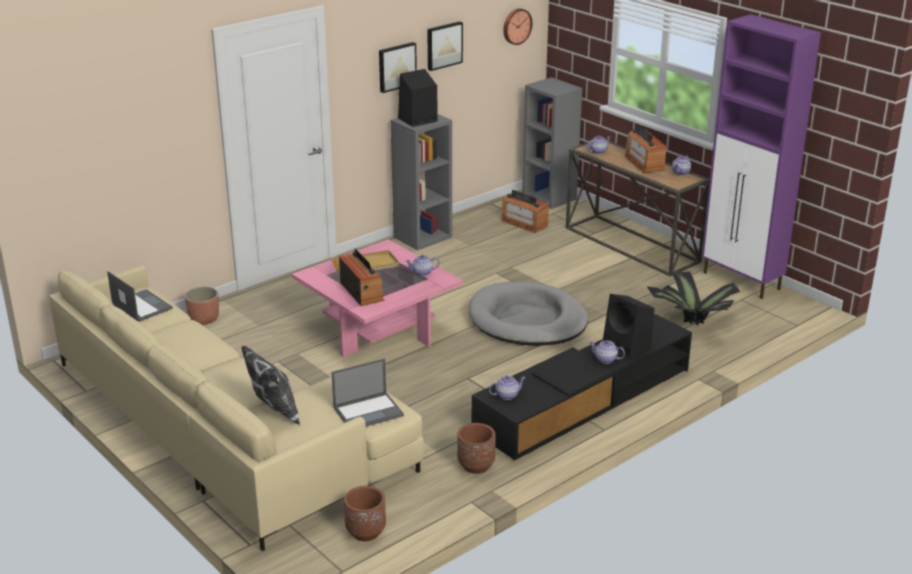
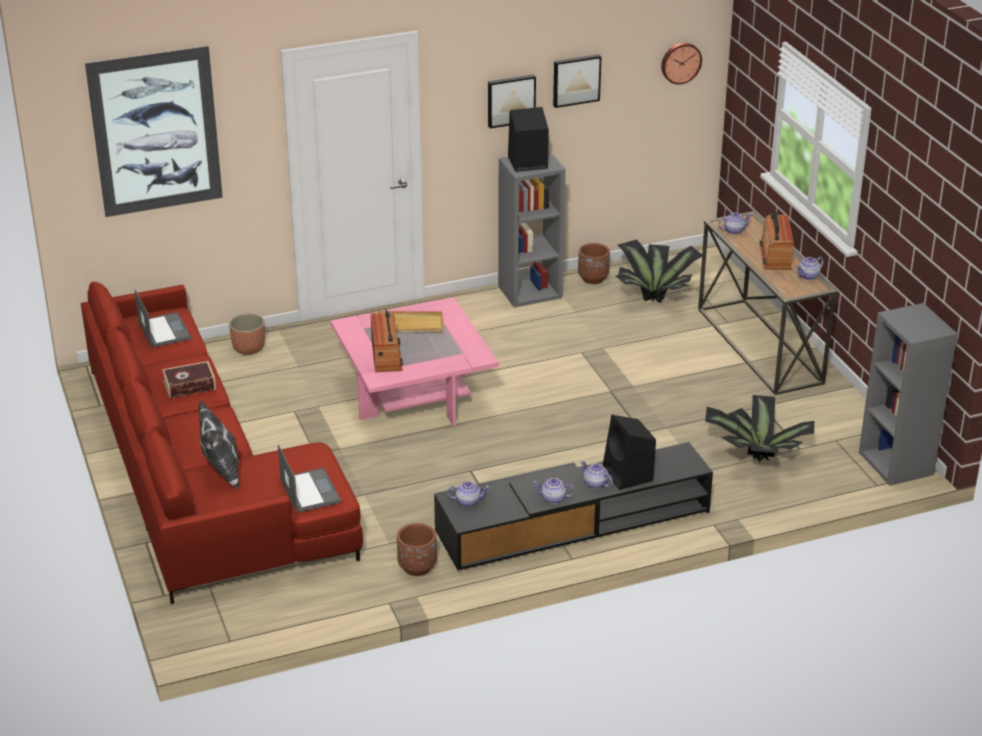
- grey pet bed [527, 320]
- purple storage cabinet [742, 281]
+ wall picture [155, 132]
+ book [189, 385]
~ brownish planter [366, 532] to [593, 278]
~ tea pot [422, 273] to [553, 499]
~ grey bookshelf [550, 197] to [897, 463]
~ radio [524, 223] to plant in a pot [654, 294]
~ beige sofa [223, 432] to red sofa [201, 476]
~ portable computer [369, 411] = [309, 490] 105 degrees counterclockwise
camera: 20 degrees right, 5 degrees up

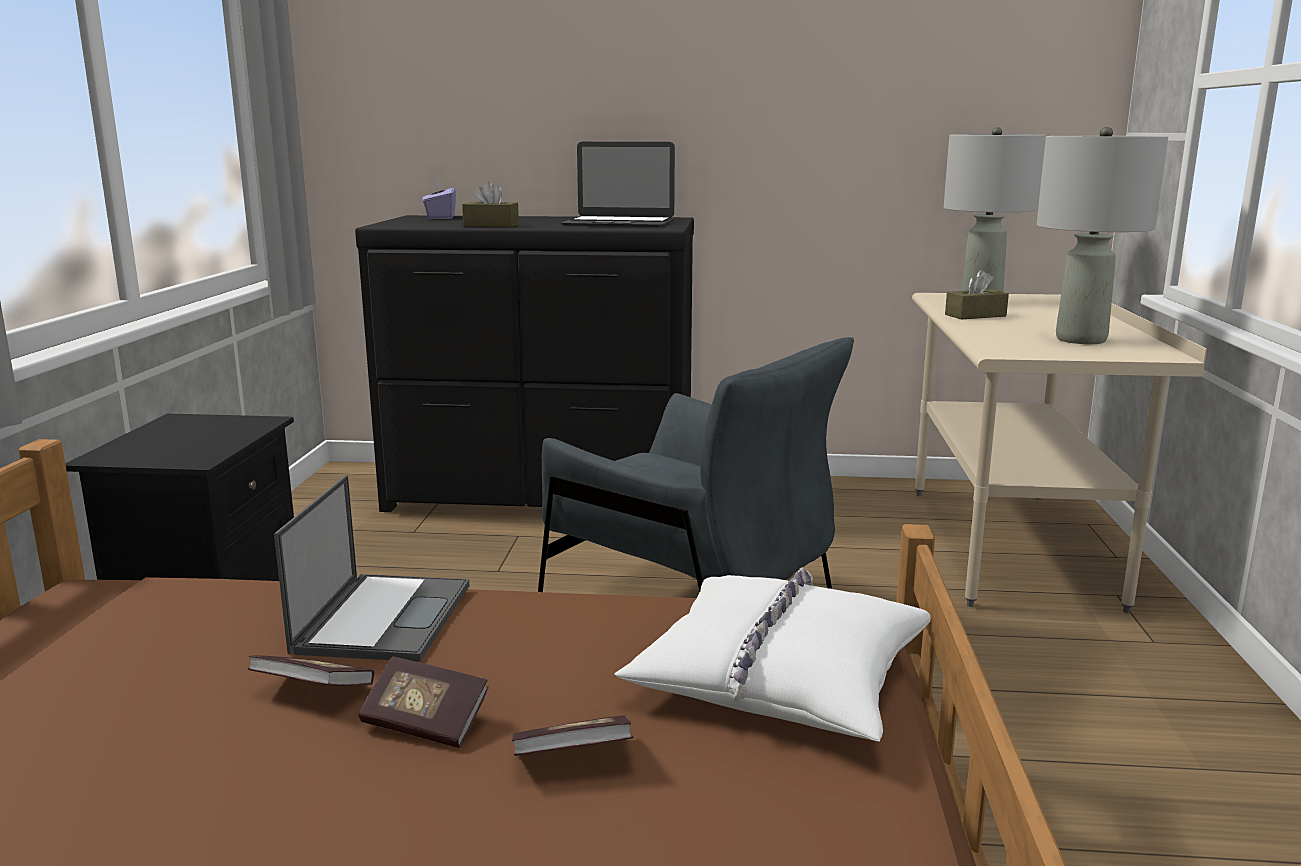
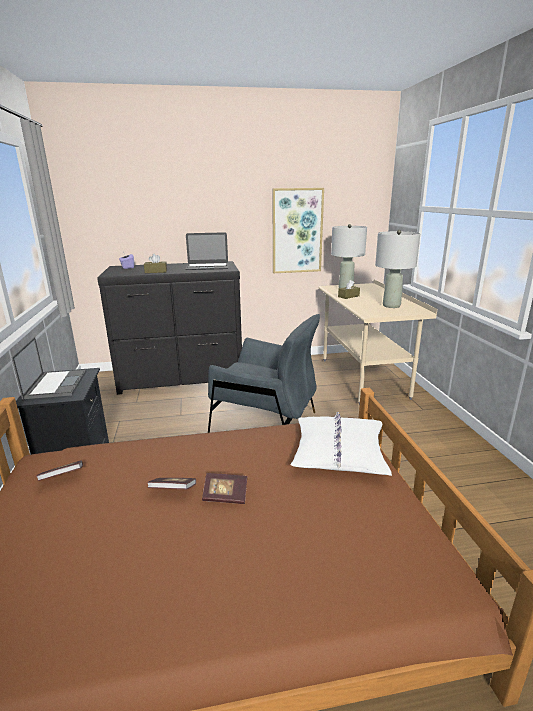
+ wall picture [297, 231]
~ portable computer [384, 617] to [56, 384]
~ book [572, 758] to [62, 477]
camera: 15 degrees left, 5 degrees up

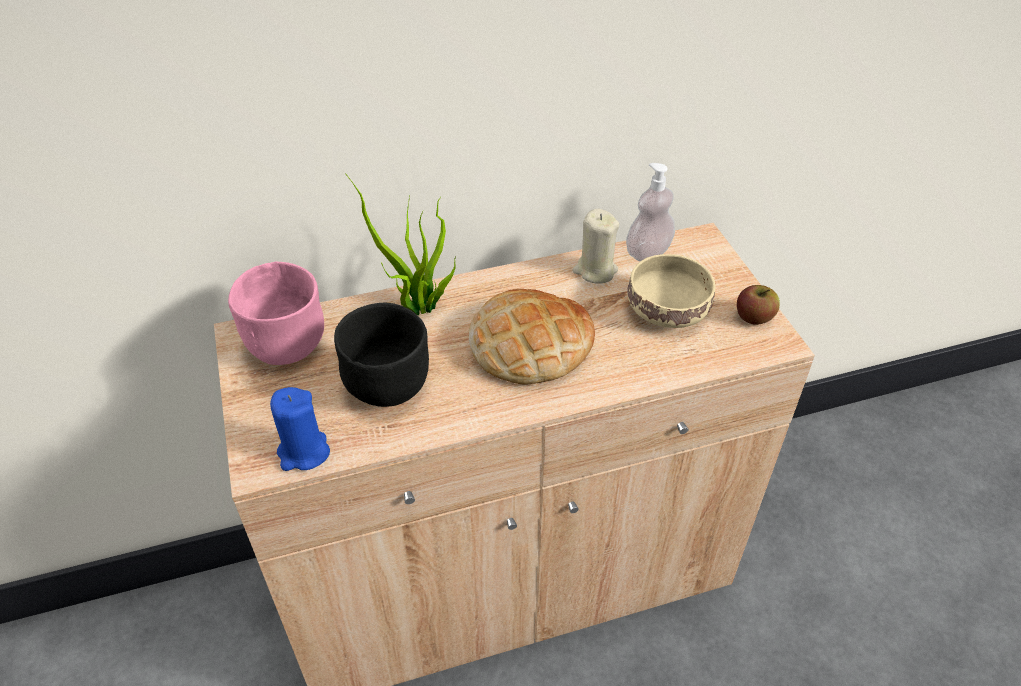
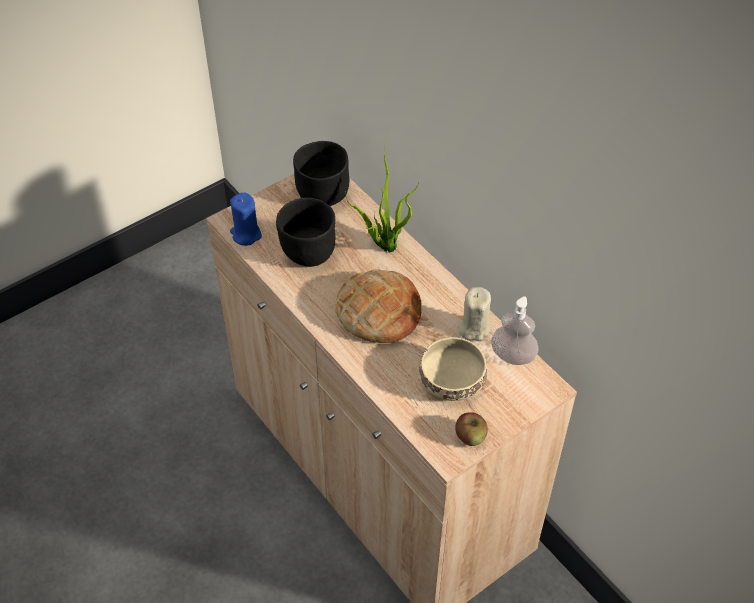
~ pink-coloured deep dish [285, 346] to black deep dish [322, 195]
camera: 70 degrees right, 5 degrees up

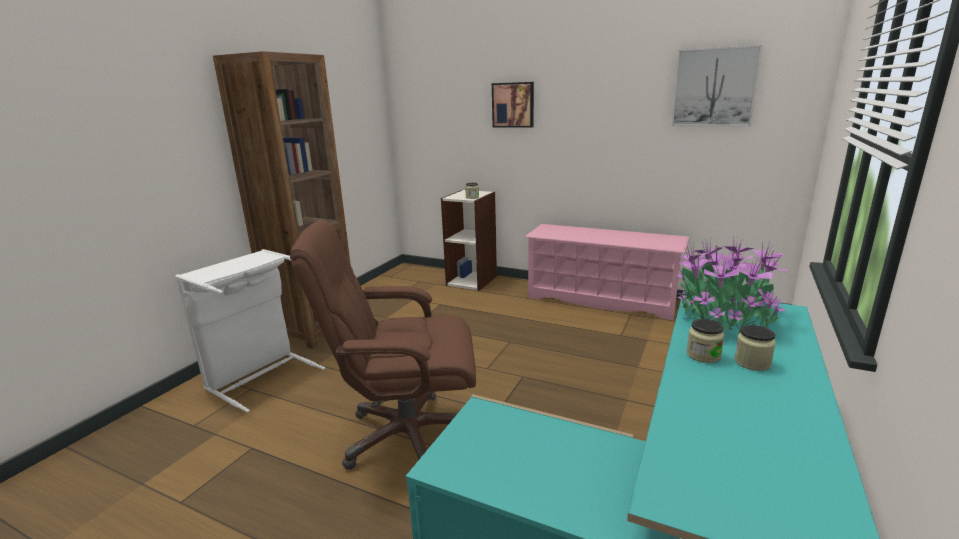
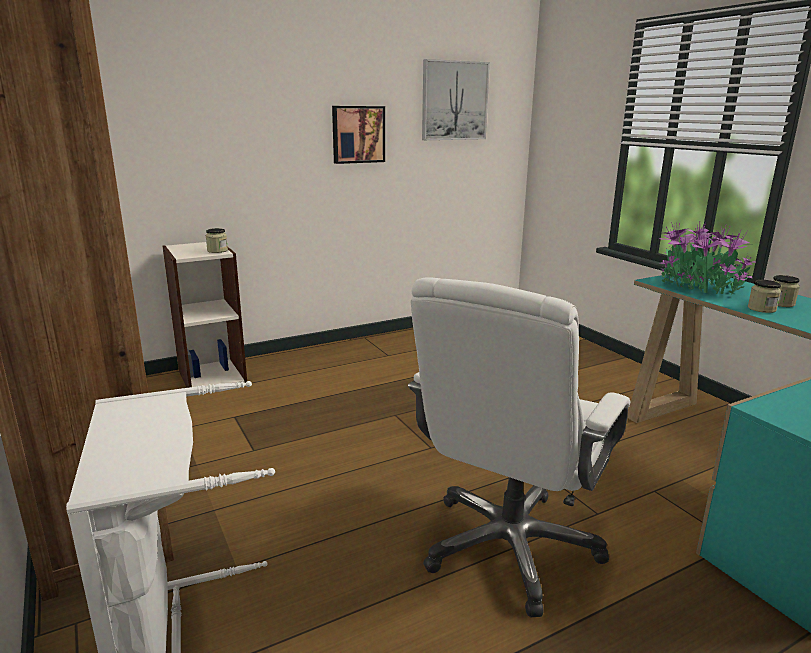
- pink-coloured shoe stand [601, 299]
~ wall picture [513, 105] to [358, 134]
~ brownish computer chair [407, 436] to white-coloured computer chair [509, 547]
camera: 55 degrees left, 0 degrees up

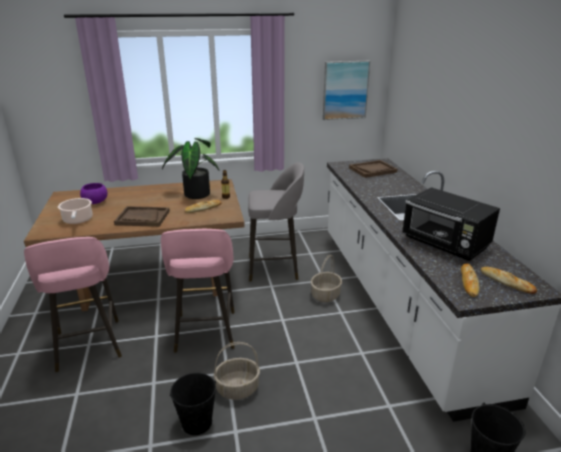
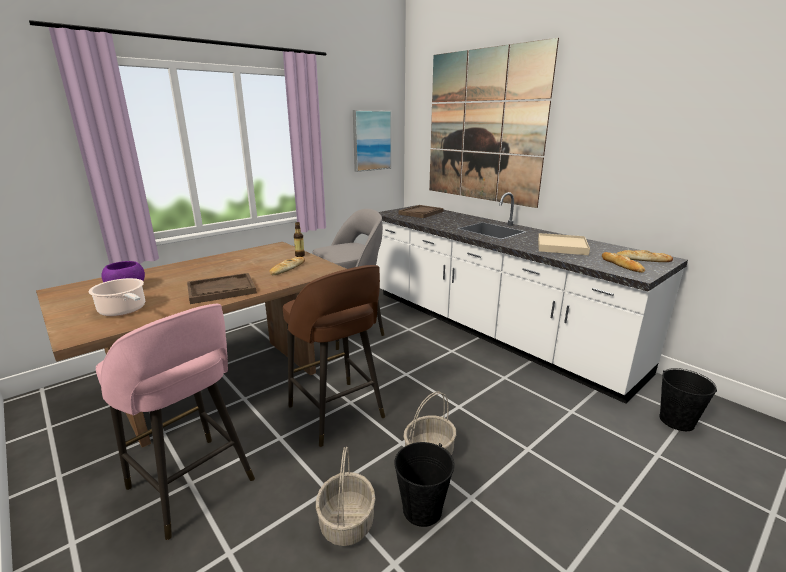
- plant in a pot [195, 193]
+ wall picture [483, 127]
~ household basket [325, 295] to [346, 522]
~ black microwave oven [445, 244] to beige tray [562, 247]
~ pink-coloured sitting stool [205, 333] to brownish sitting stool [337, 413]
camera: 30 degrees left, 5 degrees down

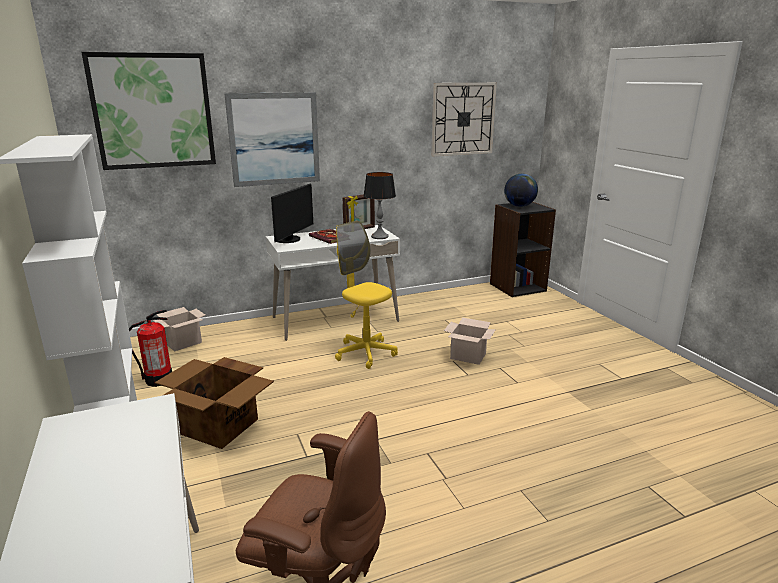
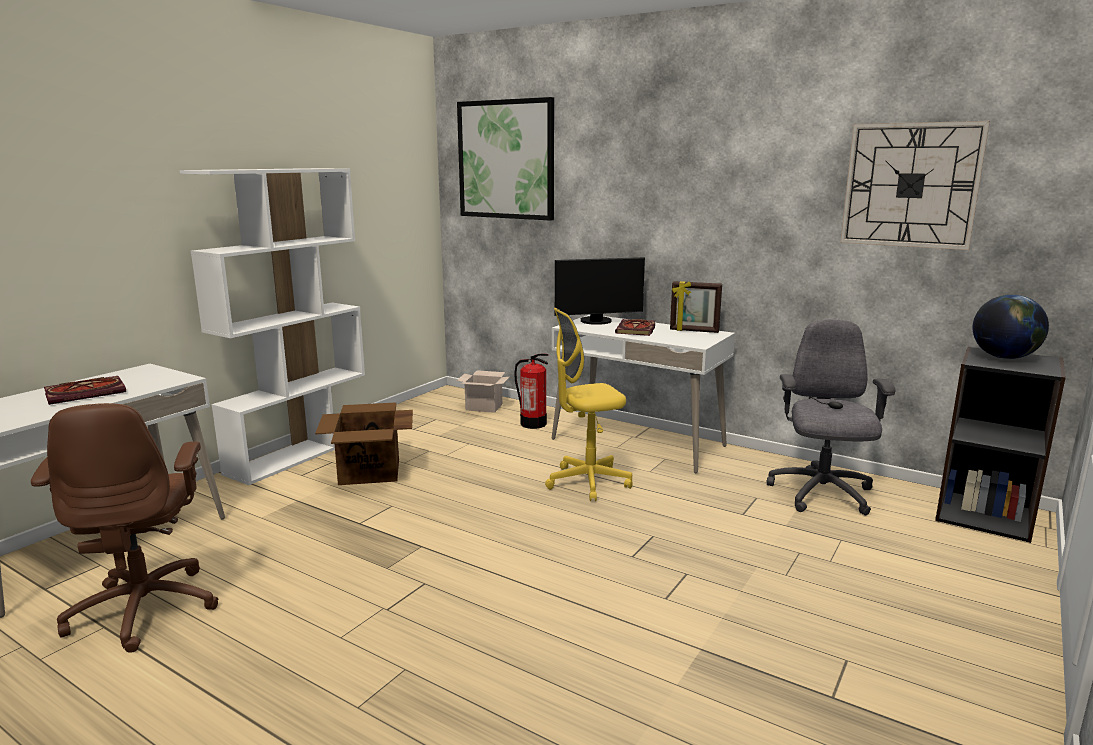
- wall picture [274, 139]
- lamp for a table [379, 237]
- carton [467, 356]
+ book [87, 393]
+ grey computer chair [821, 494]
~ fire extinguisher [158, 380] to [533, 424]
~ yellowish computer chair [365, 353] = [588, 482] 120 degrees counterclockwise
camera: 55 degrees right, 5 degrees down

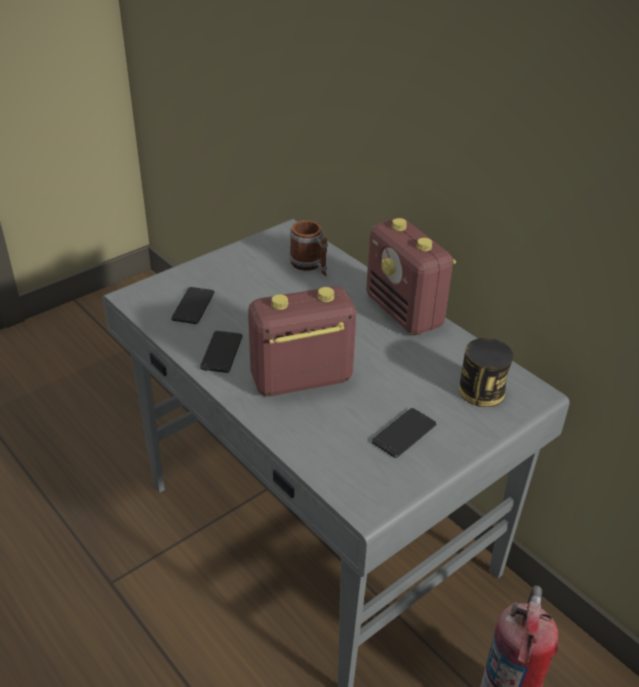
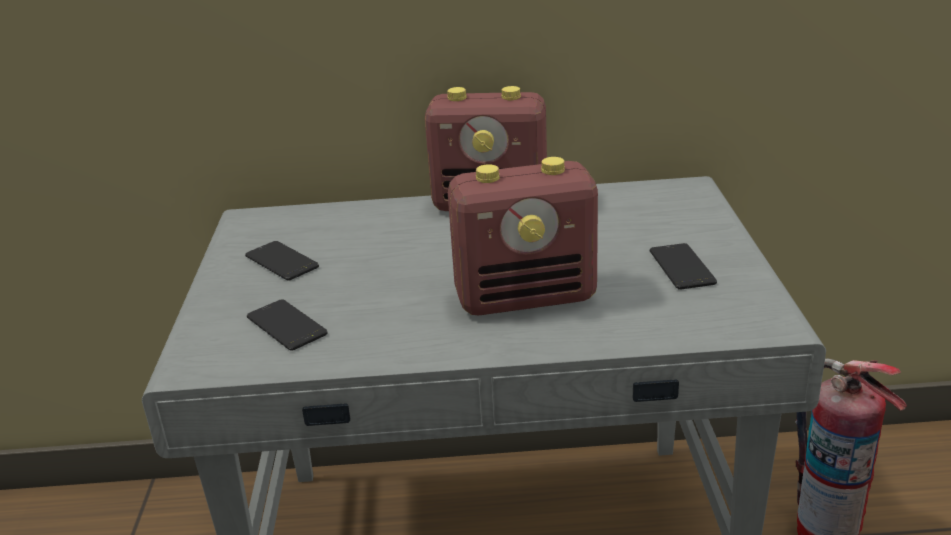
- tea mug [310, 265]
- sealed can [481, 391]
~ telephone [221, 352] to [281, 262]
~ radio [300, 380] = [527, 298] 120 degrees counterclockwise
camera: 50 degrees left, 10 degrees down

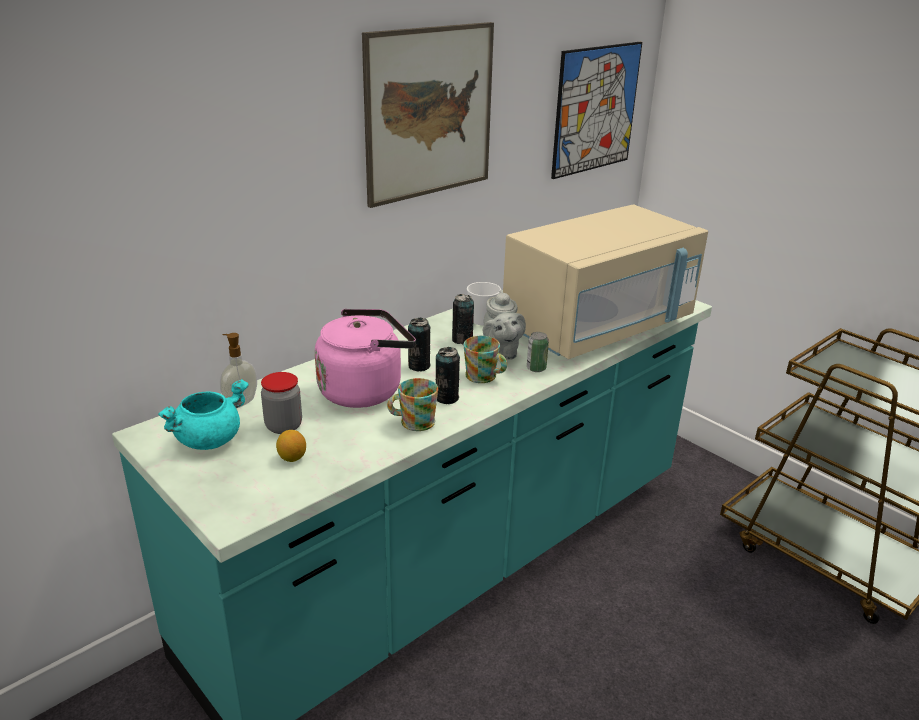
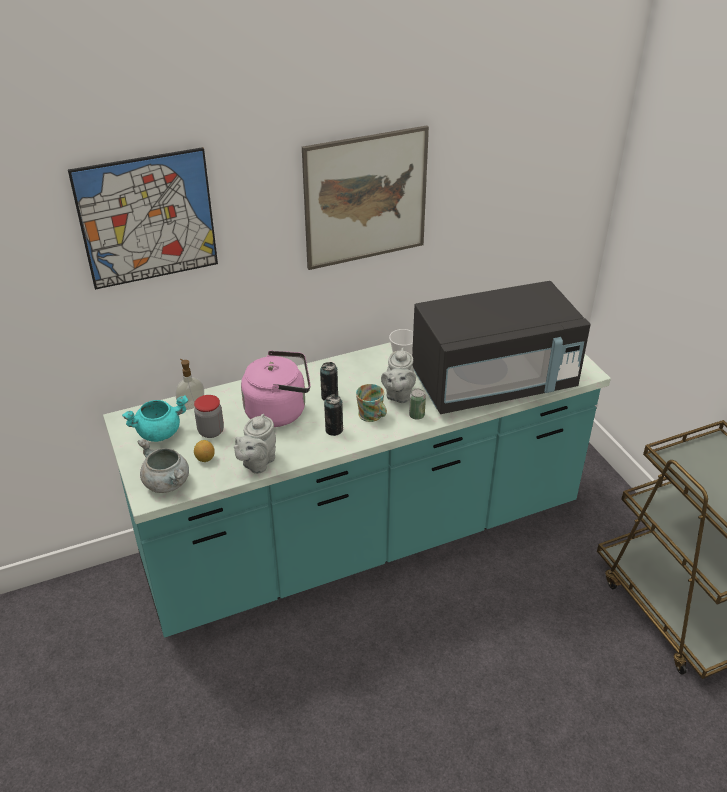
- tea mug [412, 422]
- sealed can [462, 340]
+ grey cooking pot [168, 483]
+ grey tea pot [257, 463]
~ wall picture [595, 109] to [147, 219]
~ beige microwave oven [598, 327] to black microwave oven [493, 383]
camera: 20 degrees right, 10 degrees up

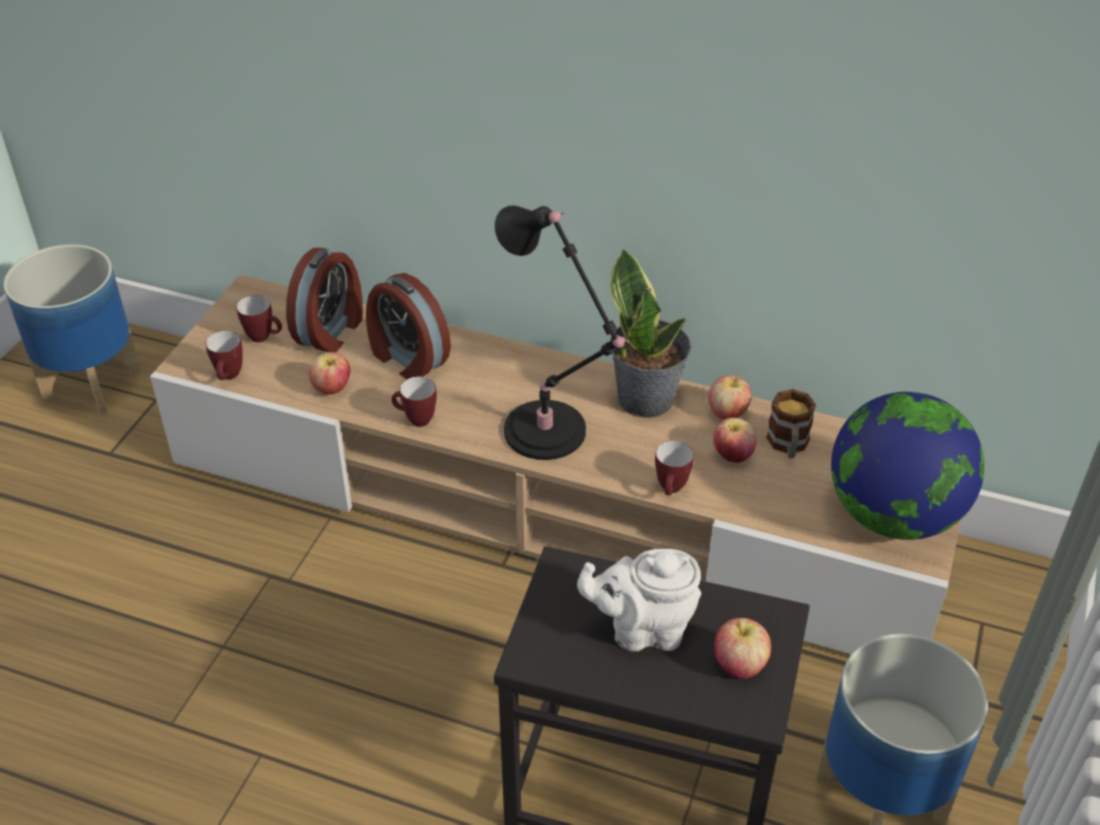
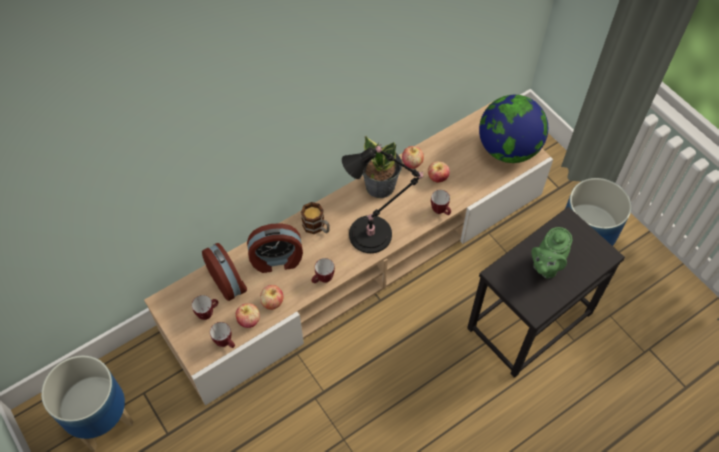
~ apple [739, 665] to [249, 321]
~ tea mug [788, 445] to [317, 227]
~ white-coloured tea pot [642, 629] to greenish tea pot [546, 266]
camera: 55 degrees left, 15 degrees up

